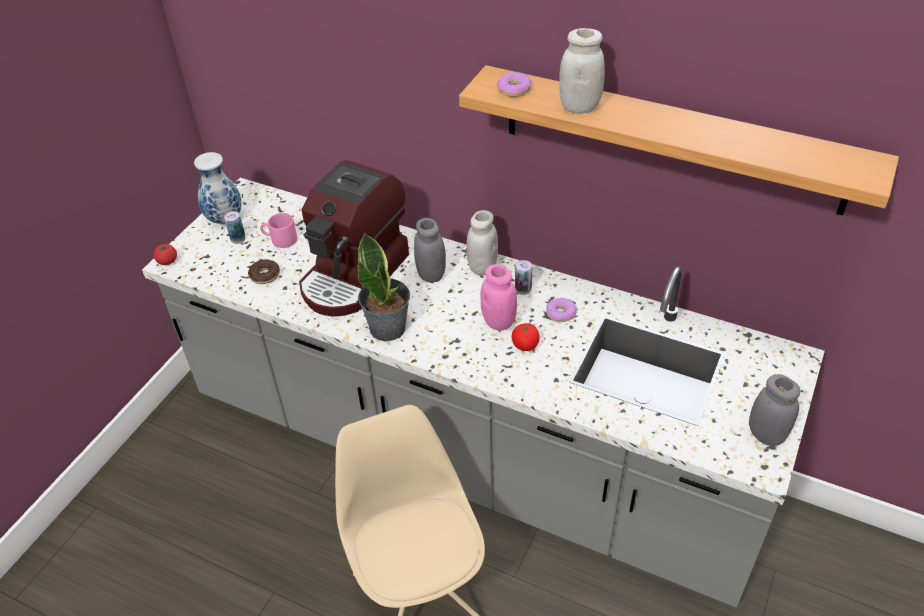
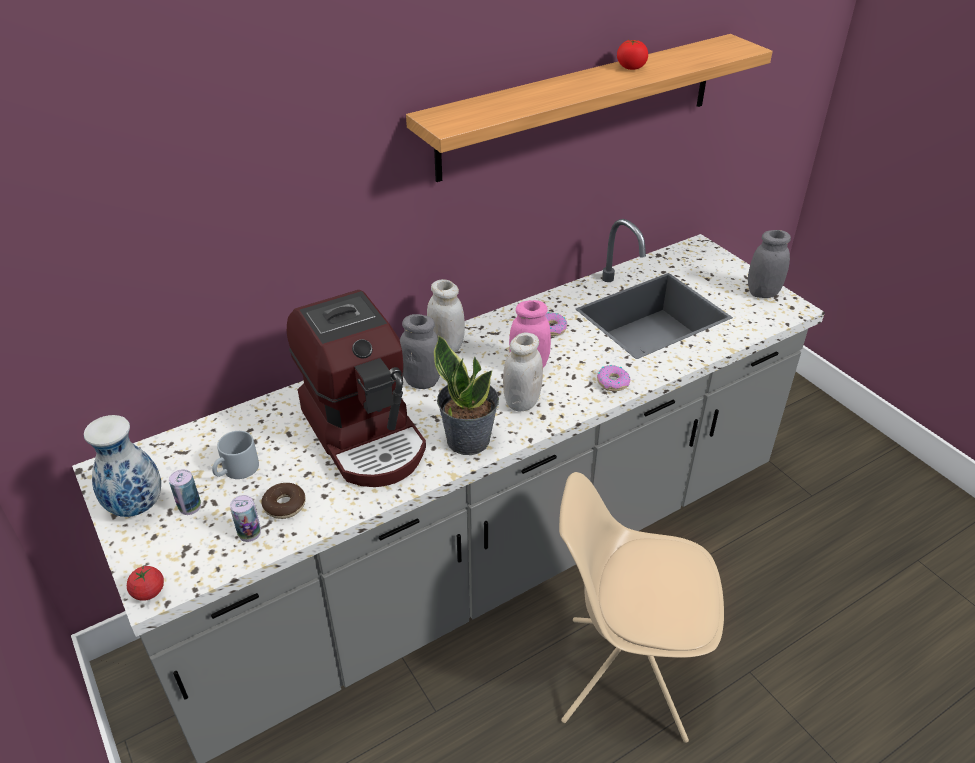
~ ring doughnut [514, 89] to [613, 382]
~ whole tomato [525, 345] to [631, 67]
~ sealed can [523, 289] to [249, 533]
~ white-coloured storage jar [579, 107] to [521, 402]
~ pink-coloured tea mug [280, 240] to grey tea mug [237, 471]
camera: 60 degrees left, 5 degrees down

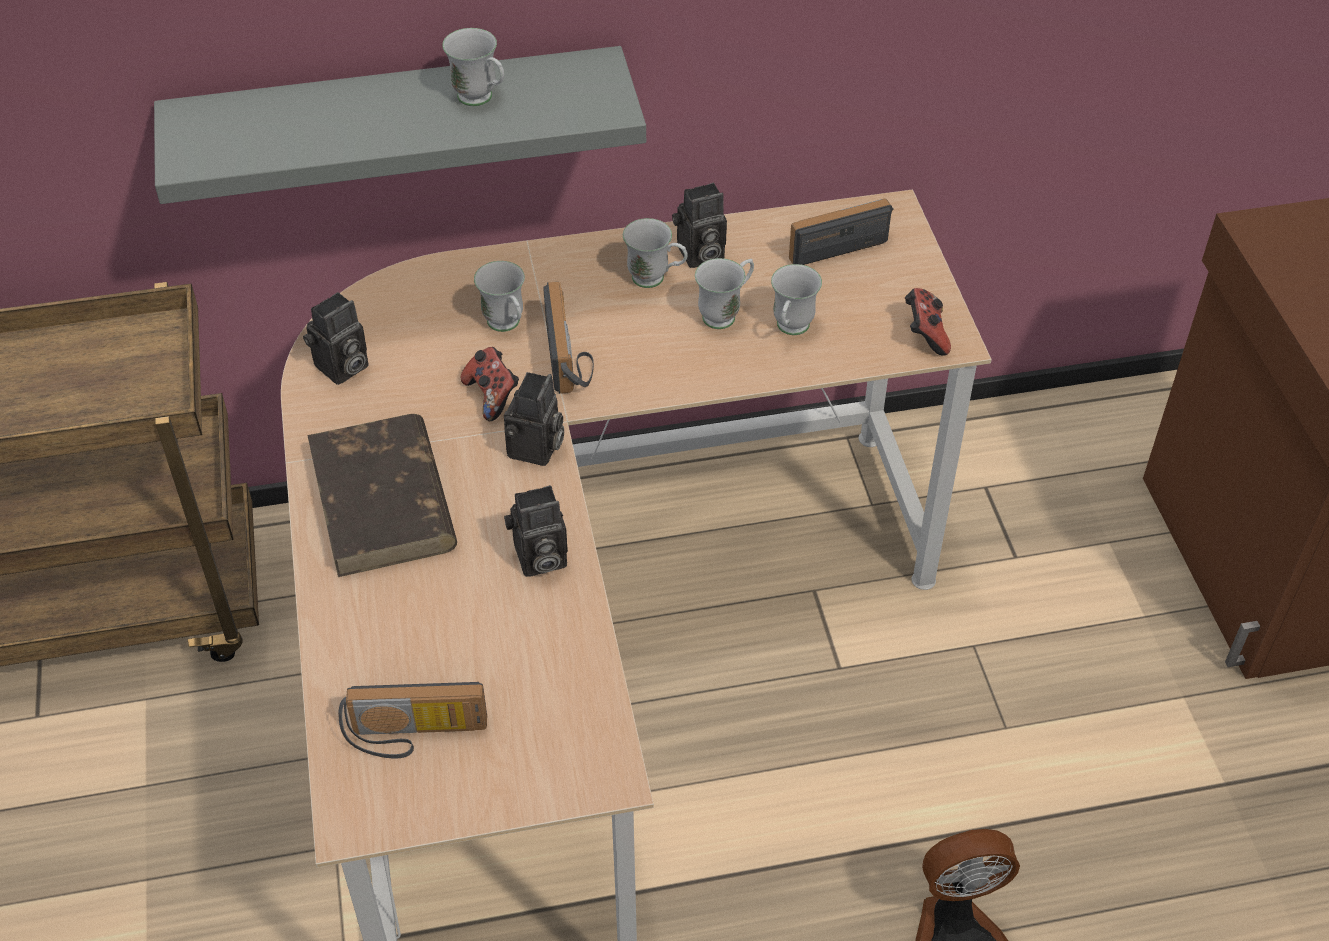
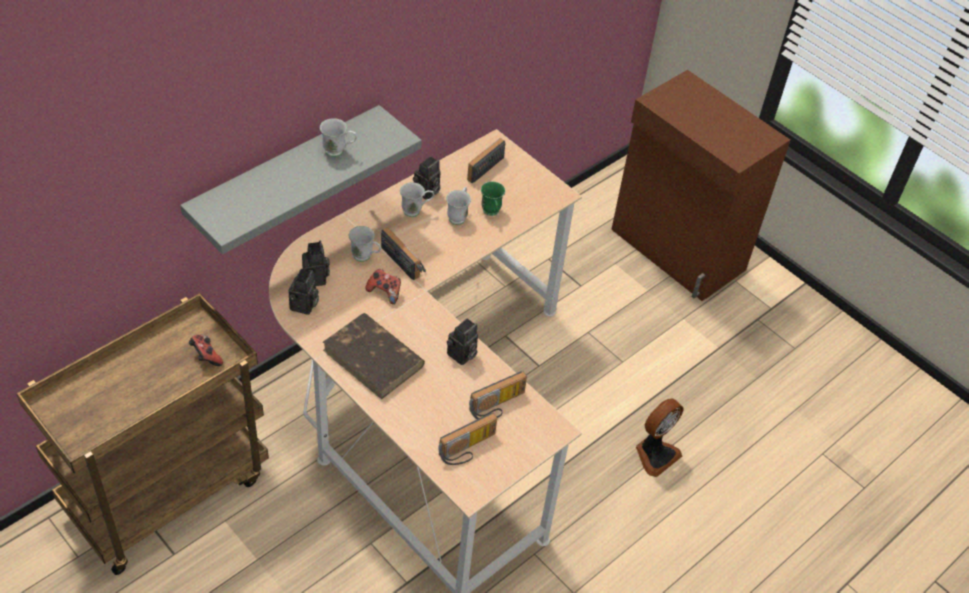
+ radio [498, 406]
~ still camera [536, 450] to [316, 279]
~ game controller [925, 334] to [206, 357]
~ white-coloured tea mug [790, 330] to greenish tea mug [491, 213]
camera: 35 degrees left, 0 degrees up

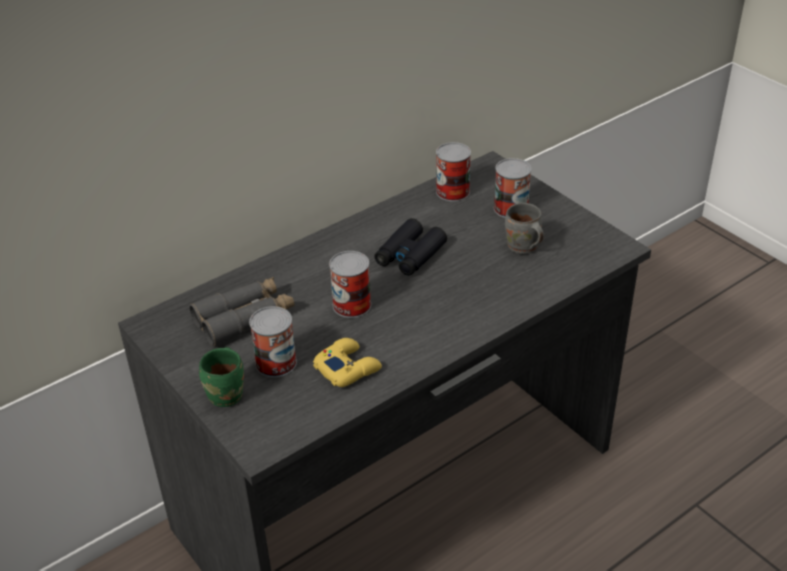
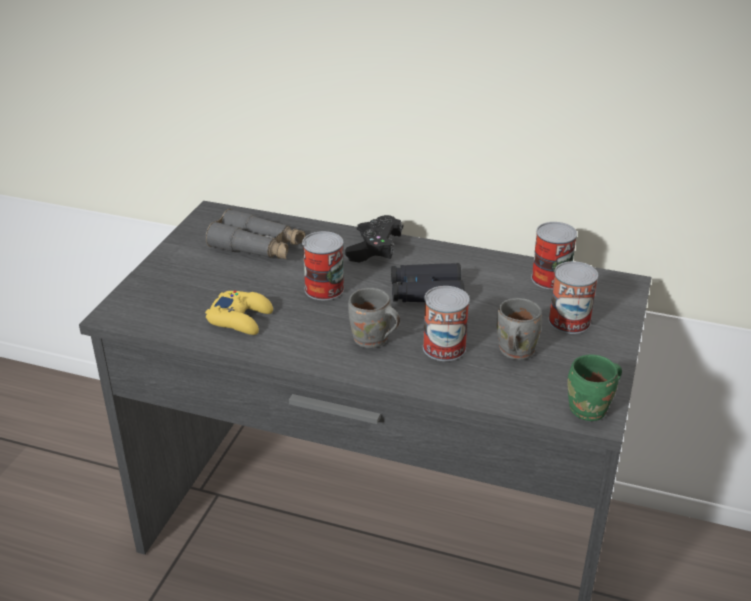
+ black game controller [374, 249]
+ grey tea mug [371, 341]
~ greenish tea mug [228, 394] to [591, 410]
~ sealed can [276, 363] to [444, 348]
camera: 55 degrees right, 5 degrees down

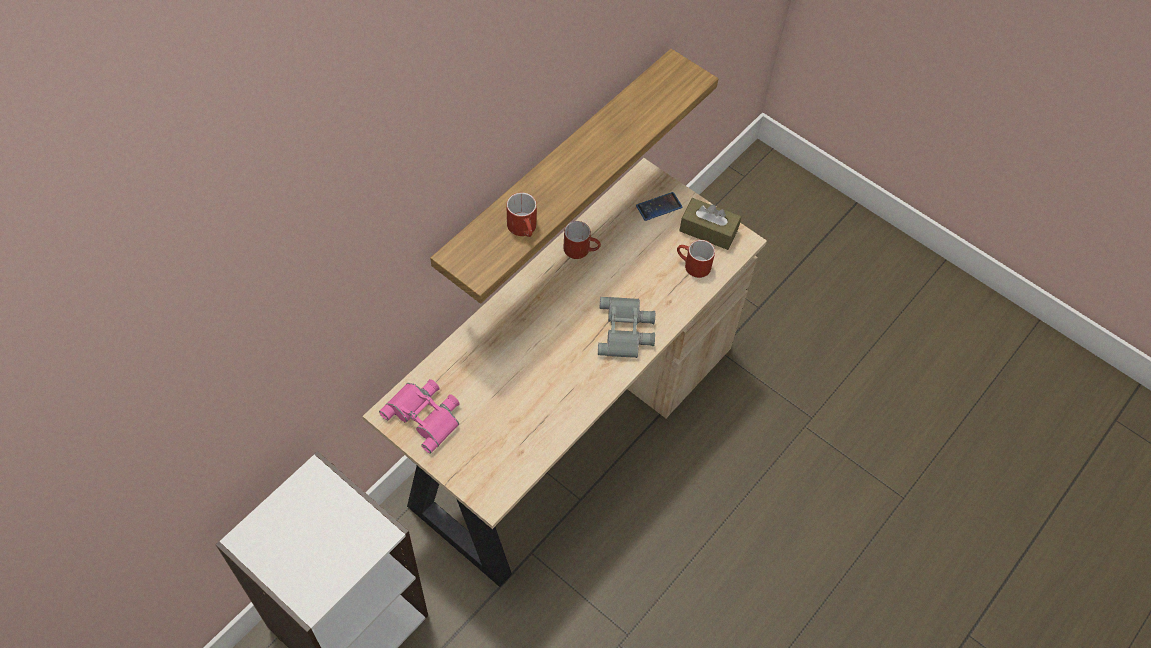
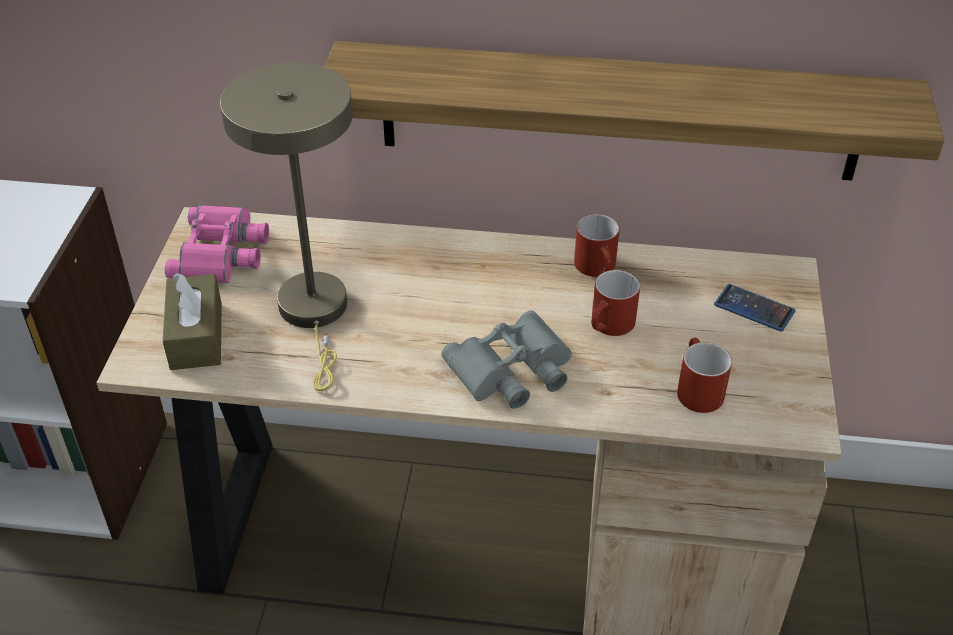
+ beige lamp for a table [315, 314]
~ red tea mug [524, 229] to [610, 327]
~ brownish tissue box [708, 230] to [196, 335]
camera: 60 degrees right, 15 degrees down

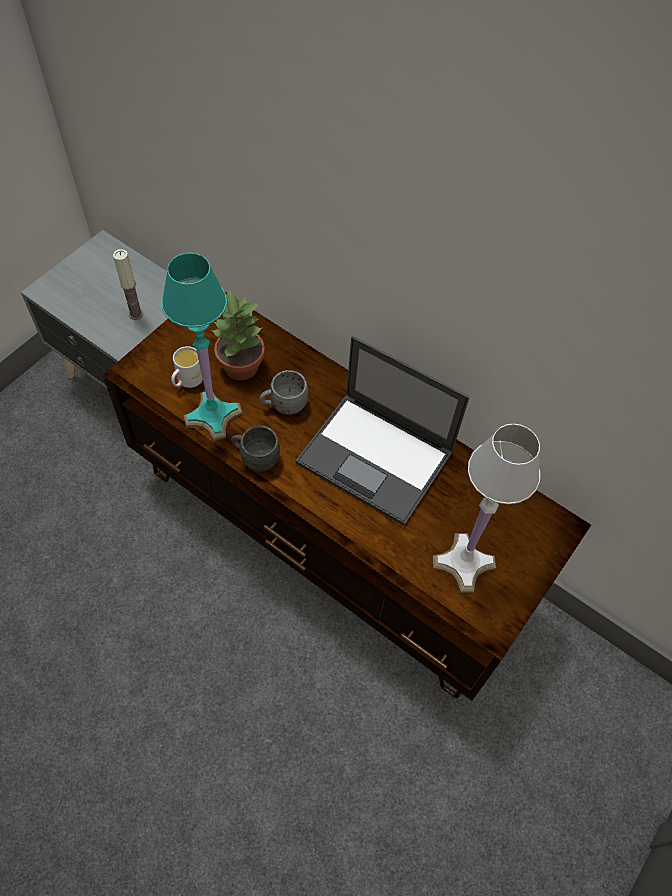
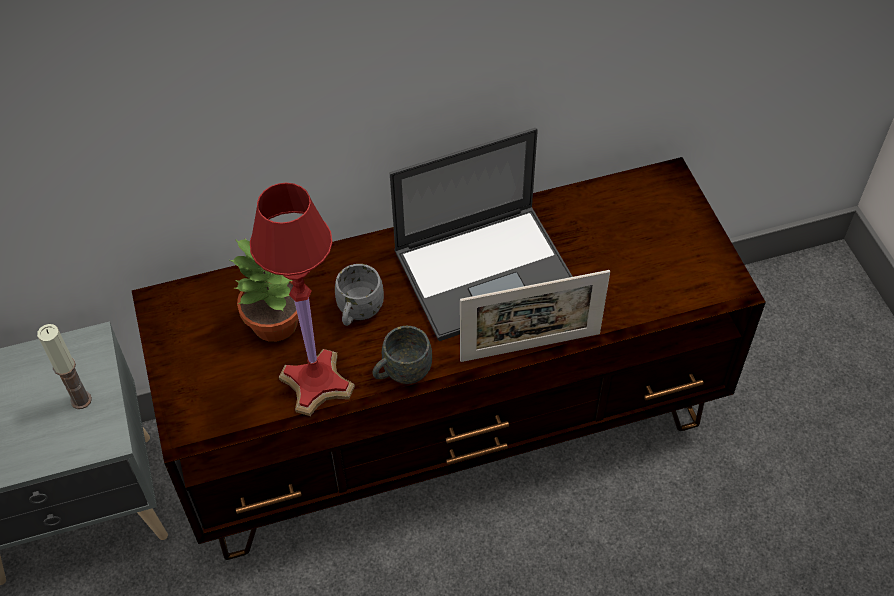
- white-coloured tea mug [187, 381]
- white-coloured lamp for a table [463, 564]
+ photo frame [530, 347]
~ turquoise-coloured lamp for a table [213, 415] to red lamp for a table [316, 382]
camera: 50 degrees left, 5 degrees down

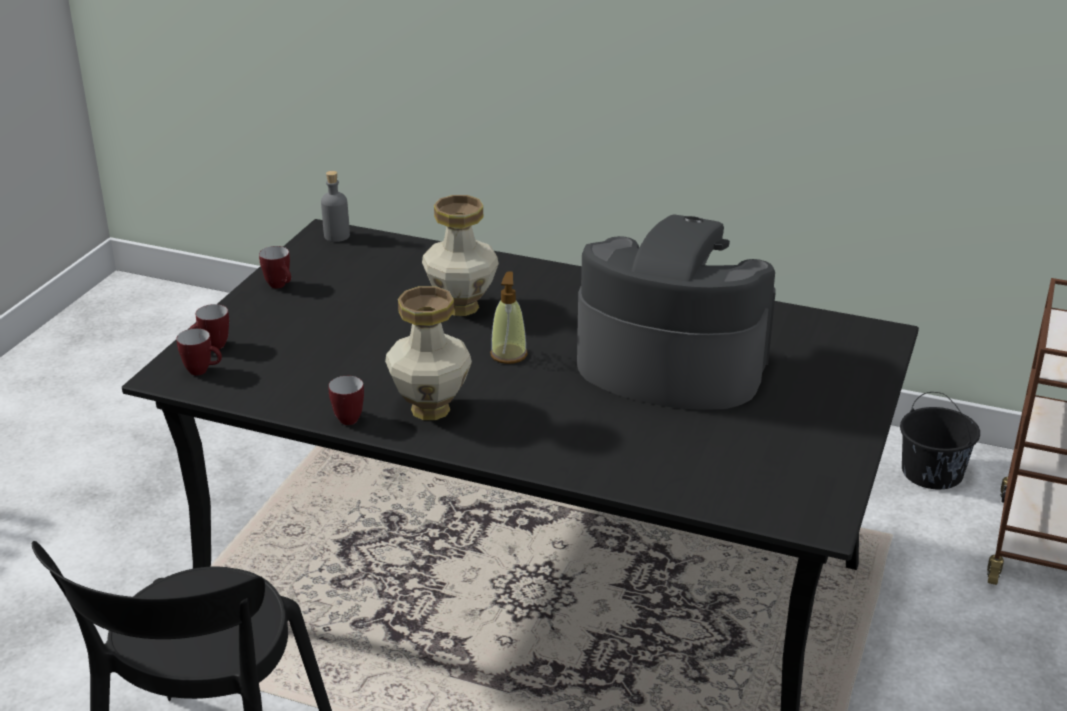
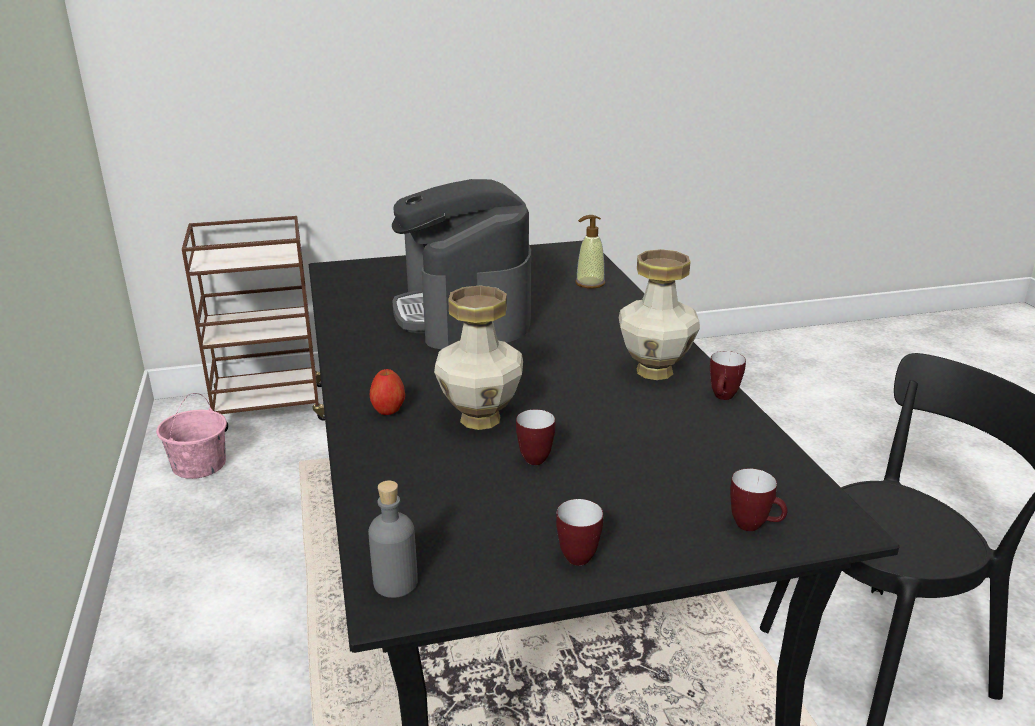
+ apple [388, 410]
~ tea mug [203, 371] to [531, 457]
~ liquid soap bottle [509, 354] to [589, 283]
~ black bucket [932, 473] to pink-coloured bucket [199, 465]
camera: 125 degrees left, 5 degrees down

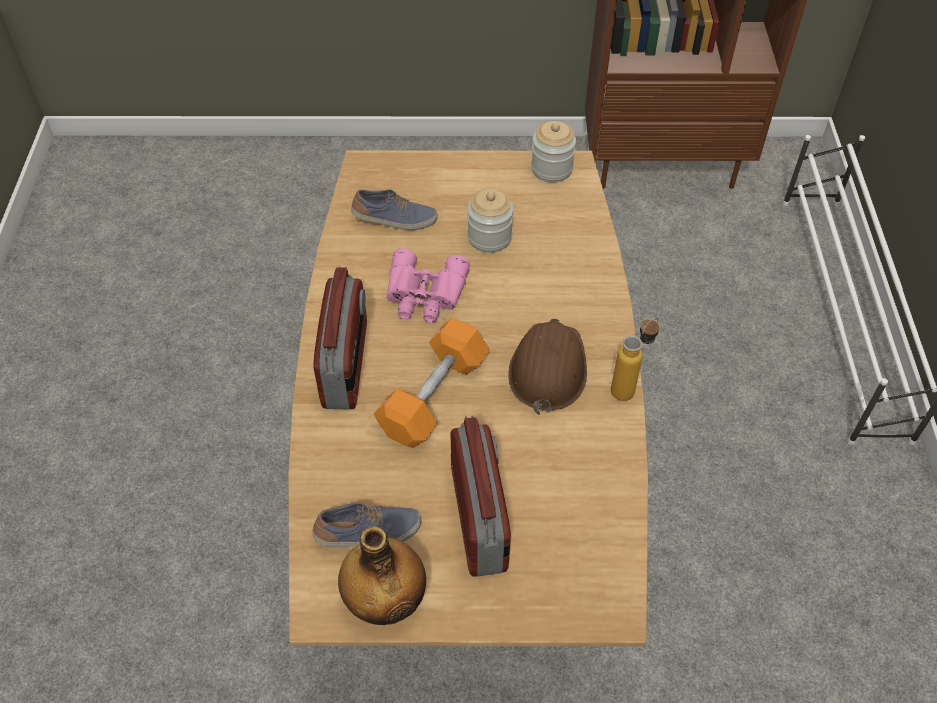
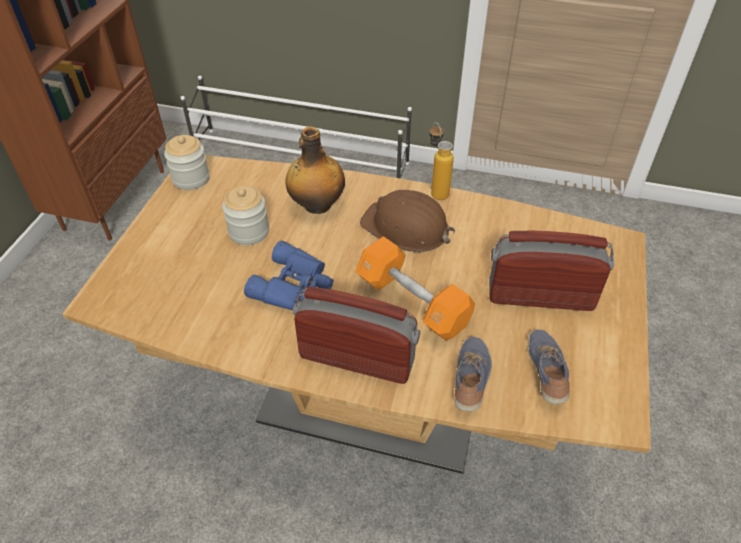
~ bottle [386, 600] to [316, 206]
~ shoe [395, 221] to [471, 379]
~ pink-coloured pair of binoculars [425, 294] to blue-coloured pair of binoculars [295, 286]
camera: 75 degrees left, 5 degrees down

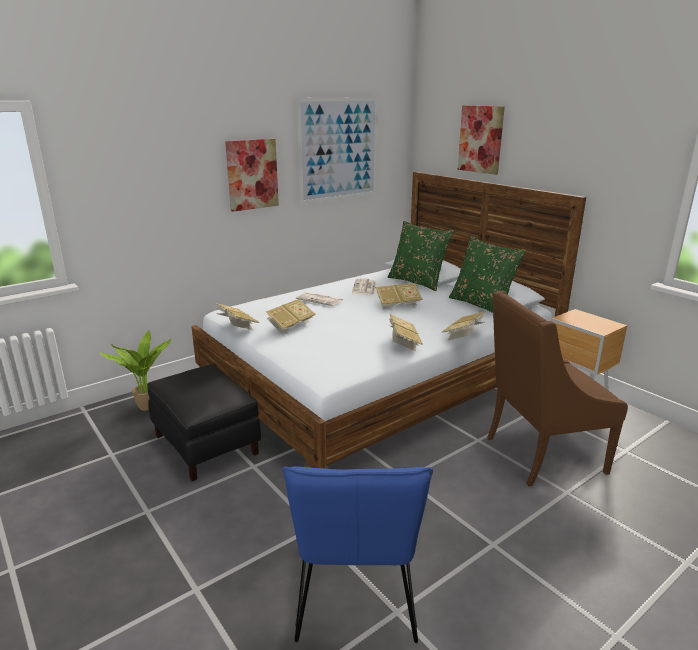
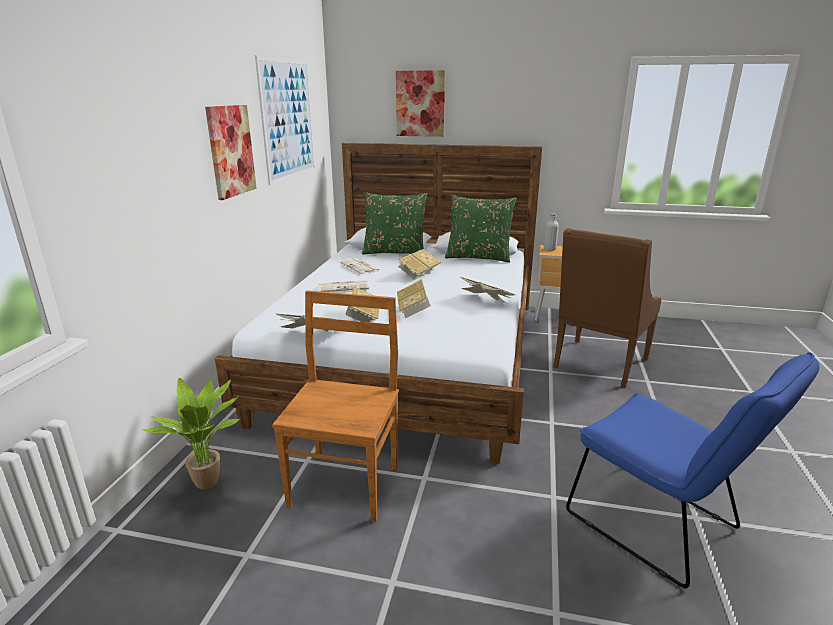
+ grey bottle [549, 249]
~ book [464, 335] to [413, 309]
~ black pouffe [207, 444] to brownish plain chair [346, 483]
camera: 40 degrees left, 0 degrees up

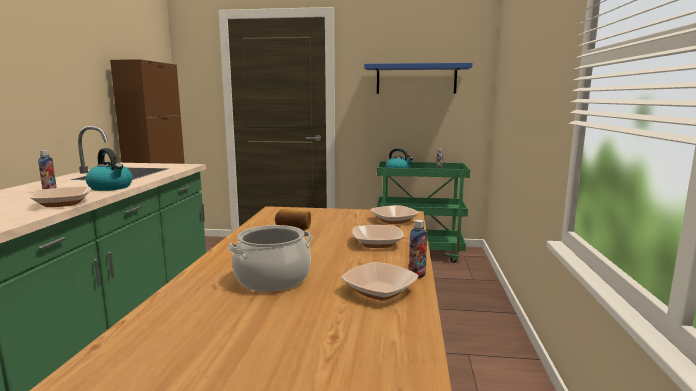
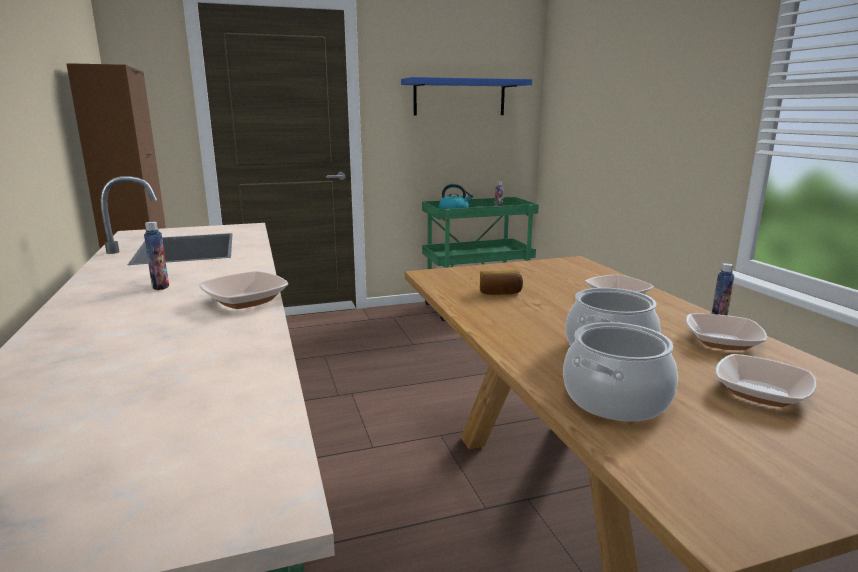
- kettle [111, 187]
+ cooking pot [616, 400]
~ deep dish [394, 220] to [761, 393]
camera: 25 degrees left, 5 degrees up

